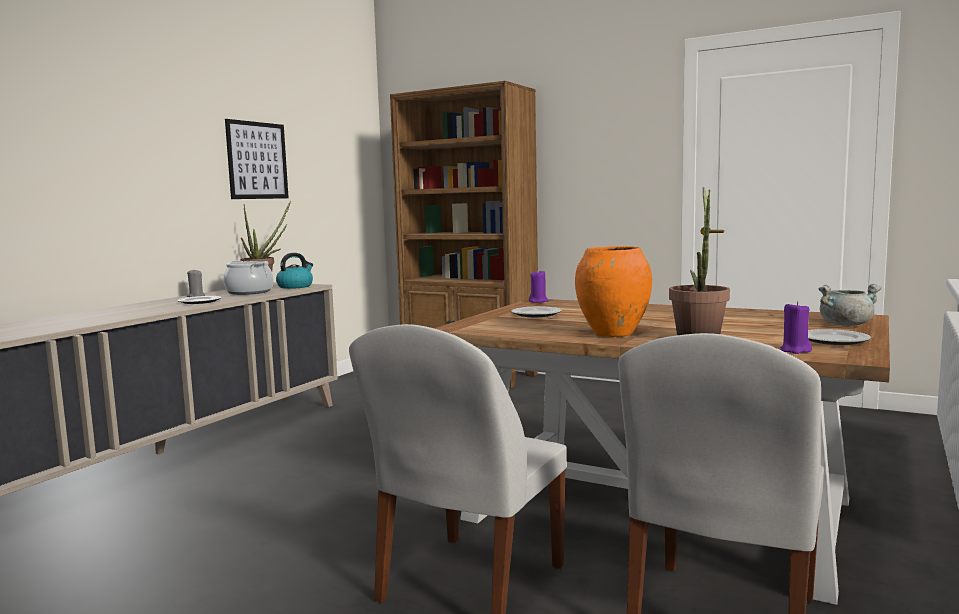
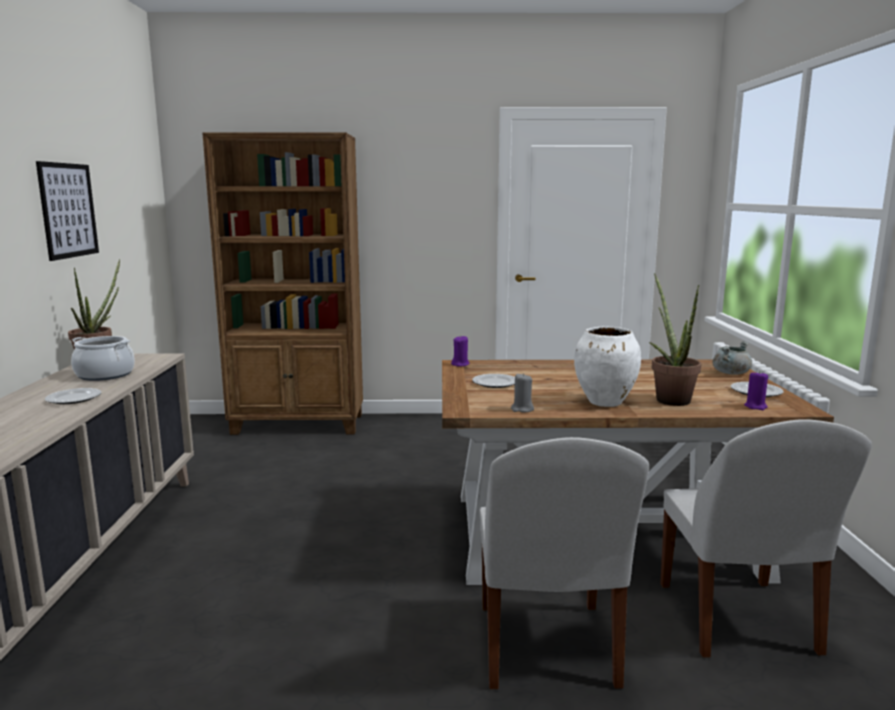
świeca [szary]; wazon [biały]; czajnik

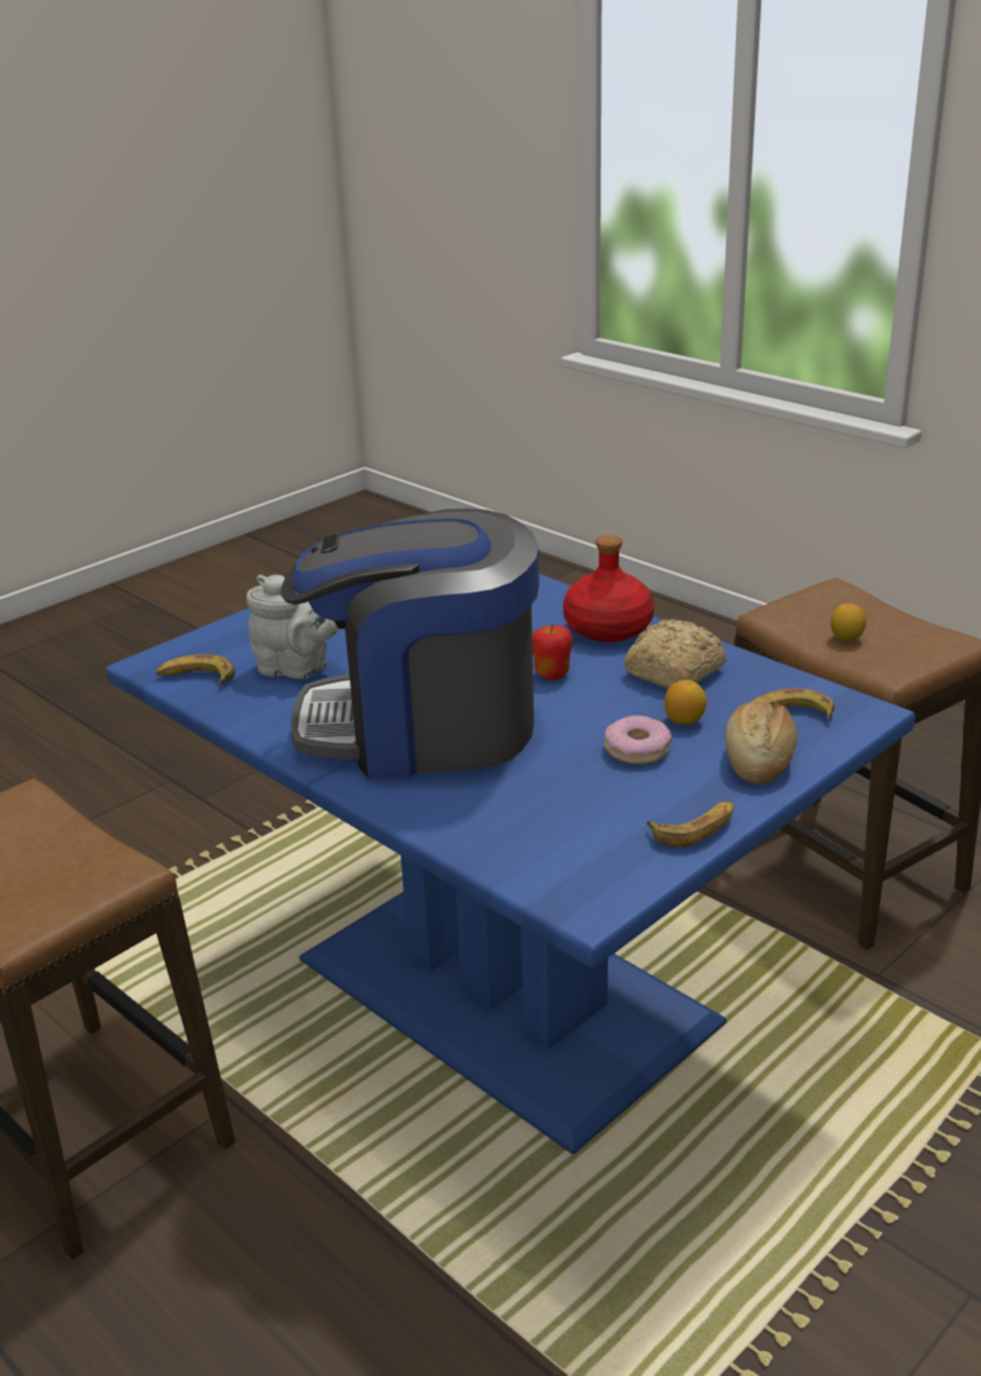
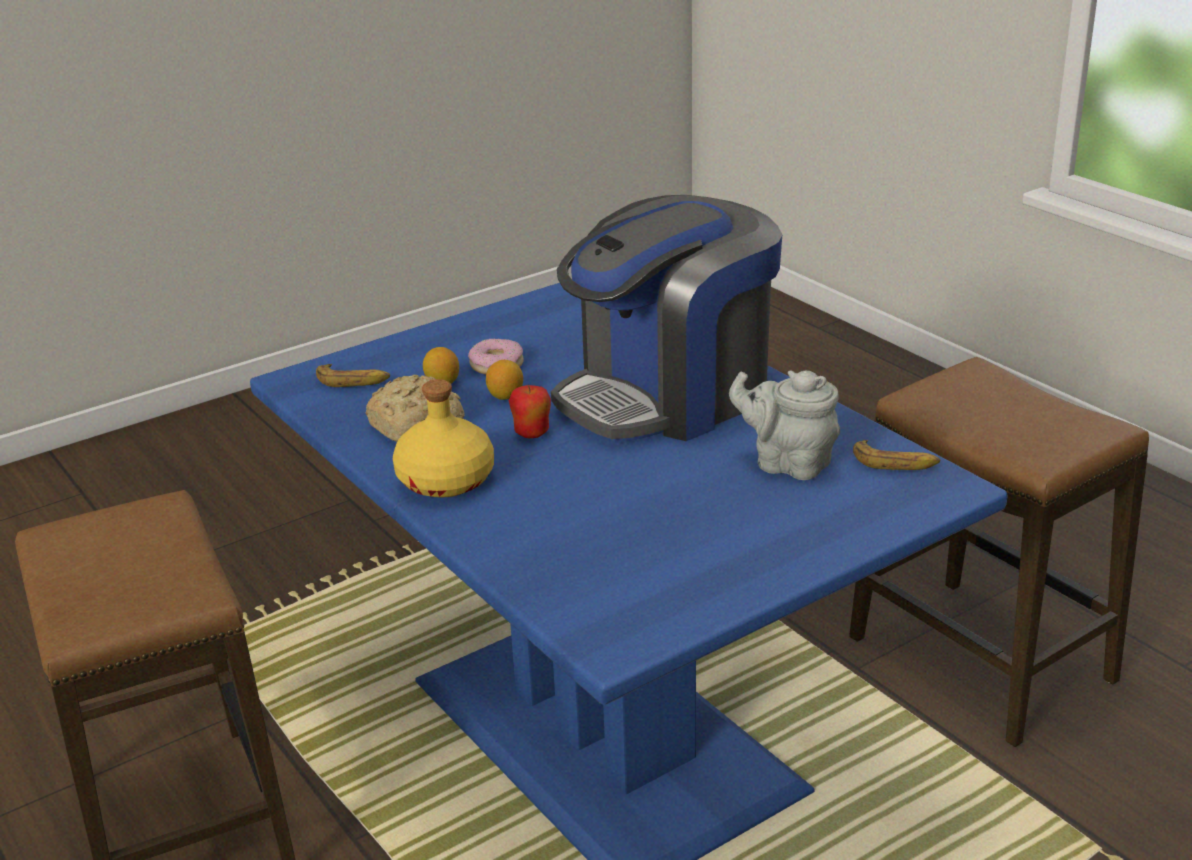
butelka [żółty]; cytryna (no. 2 from left); ekspres do kawy; banan (no. 2 from left in the first image); chleb (no. 2 from left in the first image)

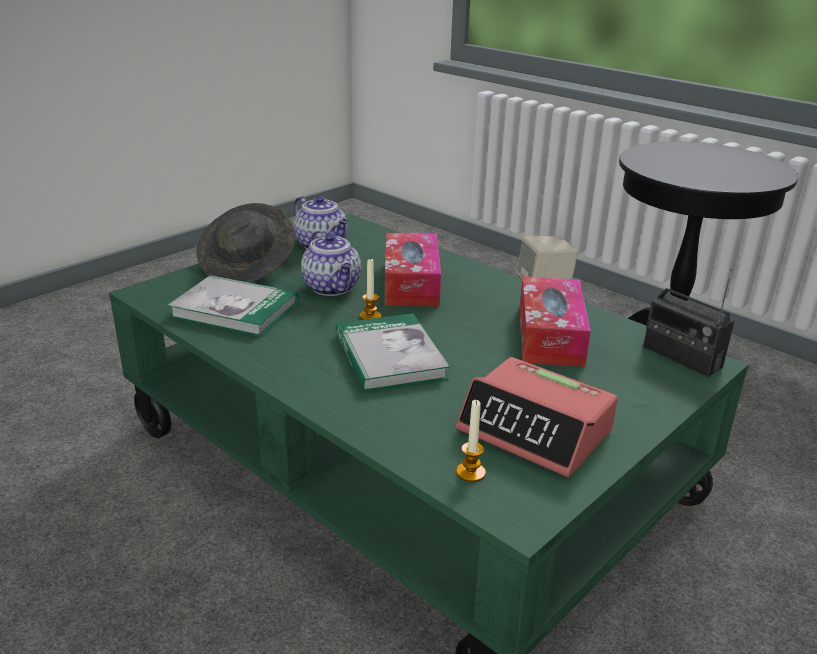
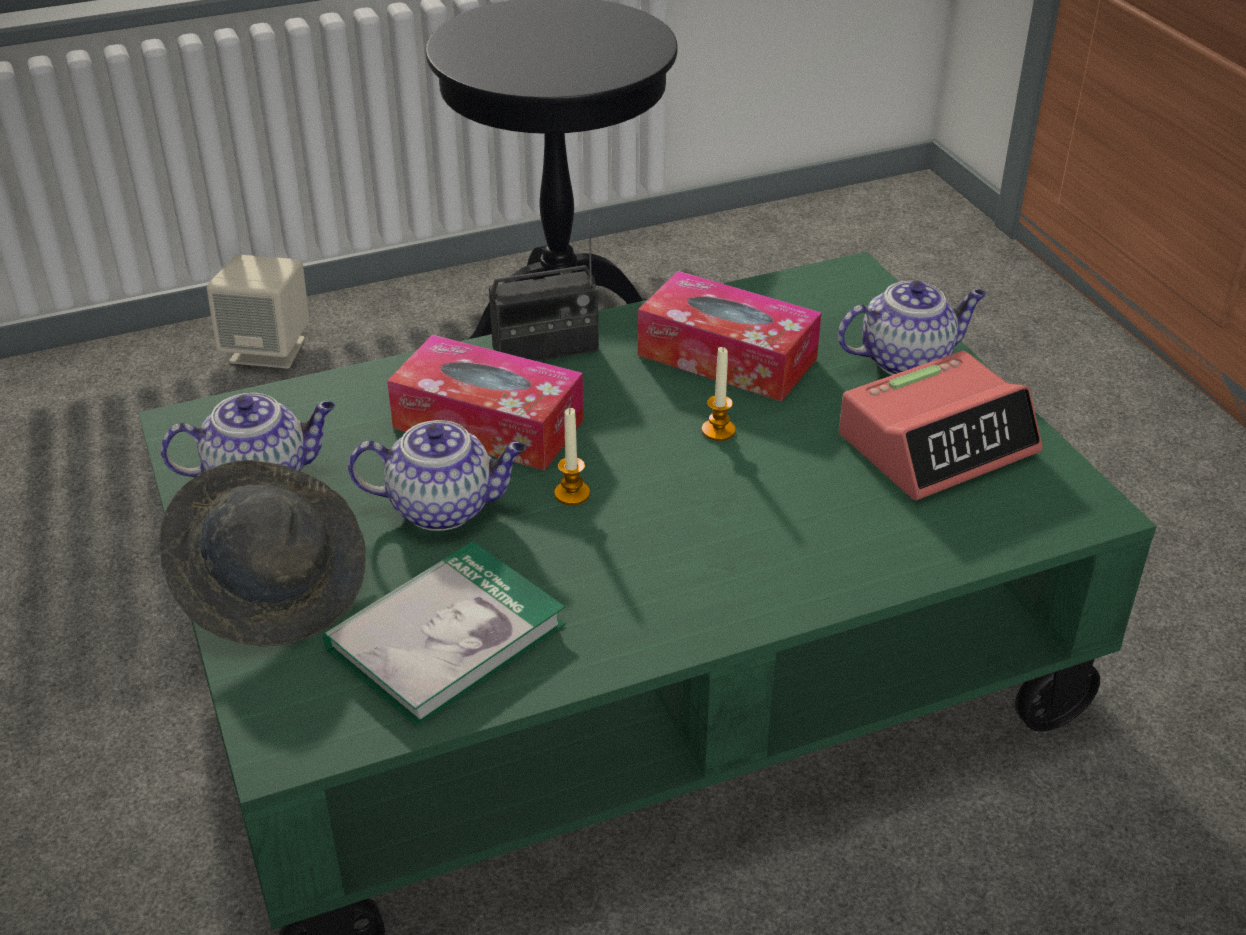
radio; świeca (no. 2 from left); imbryk (no. 3 from left); książka (no. 2 from left in the first image)

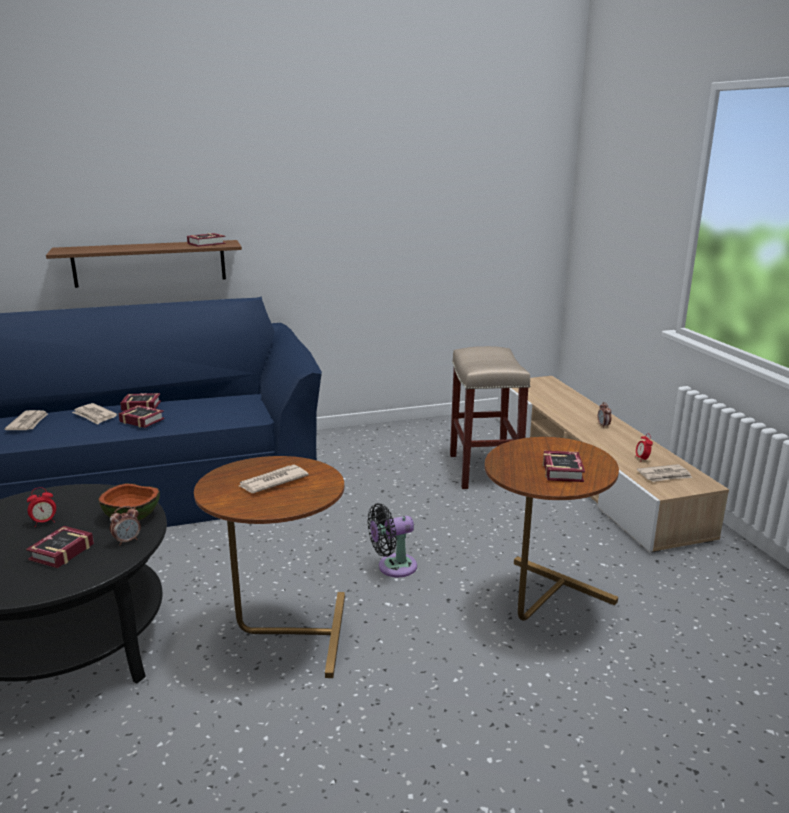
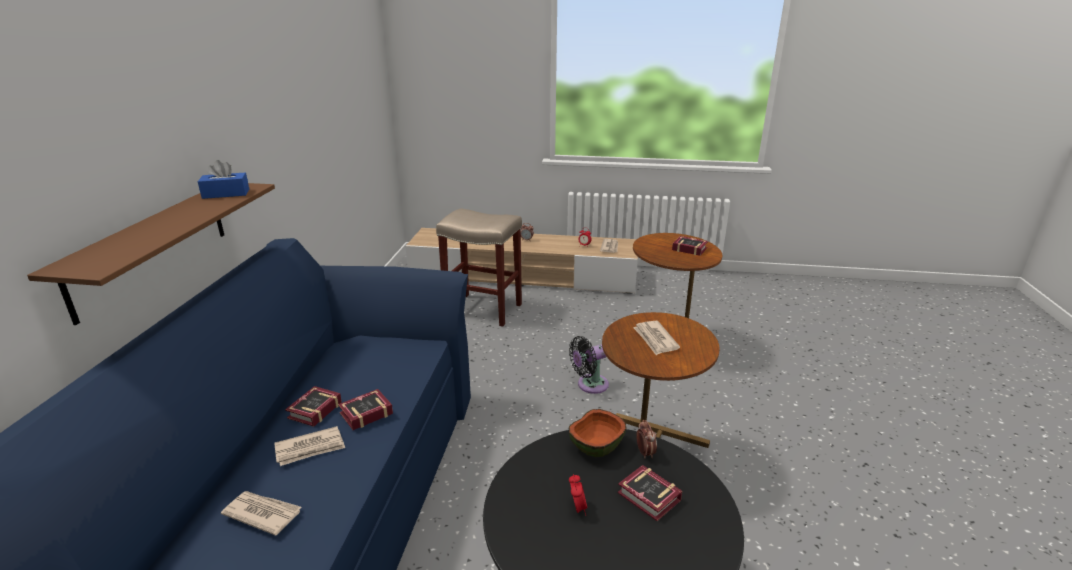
pudełko chusteczek [niebieski]; wentylator [czarny]

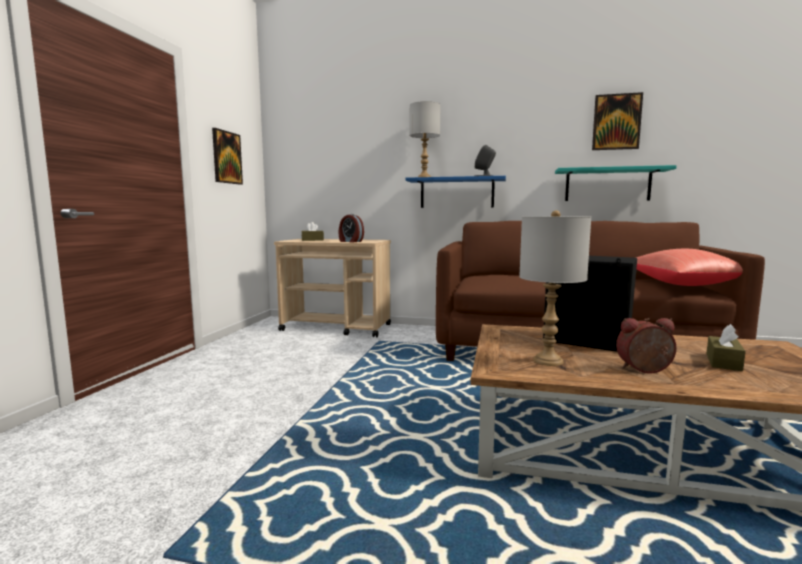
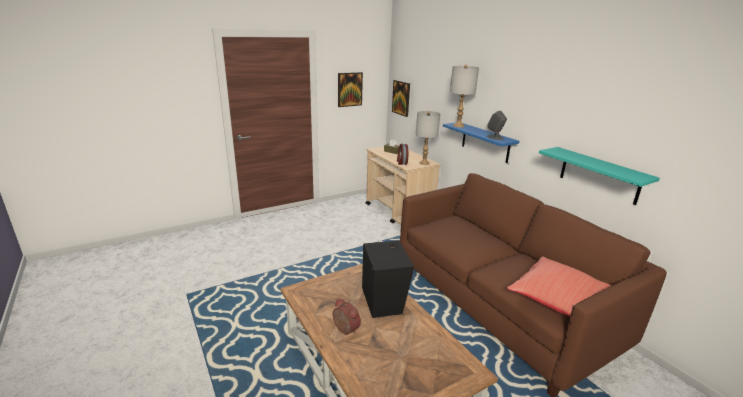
obraz (no. 2 from left); lampa stołowa [szary] (no. 1 from left); pudełko chusteczek [brązowy] (no. 2 from left in the first image)

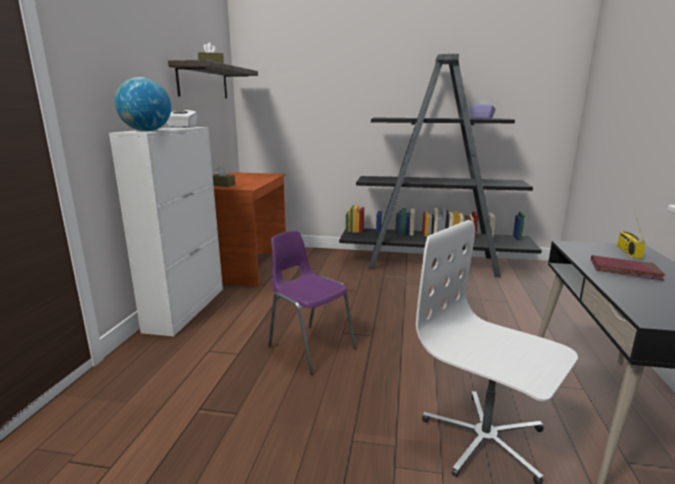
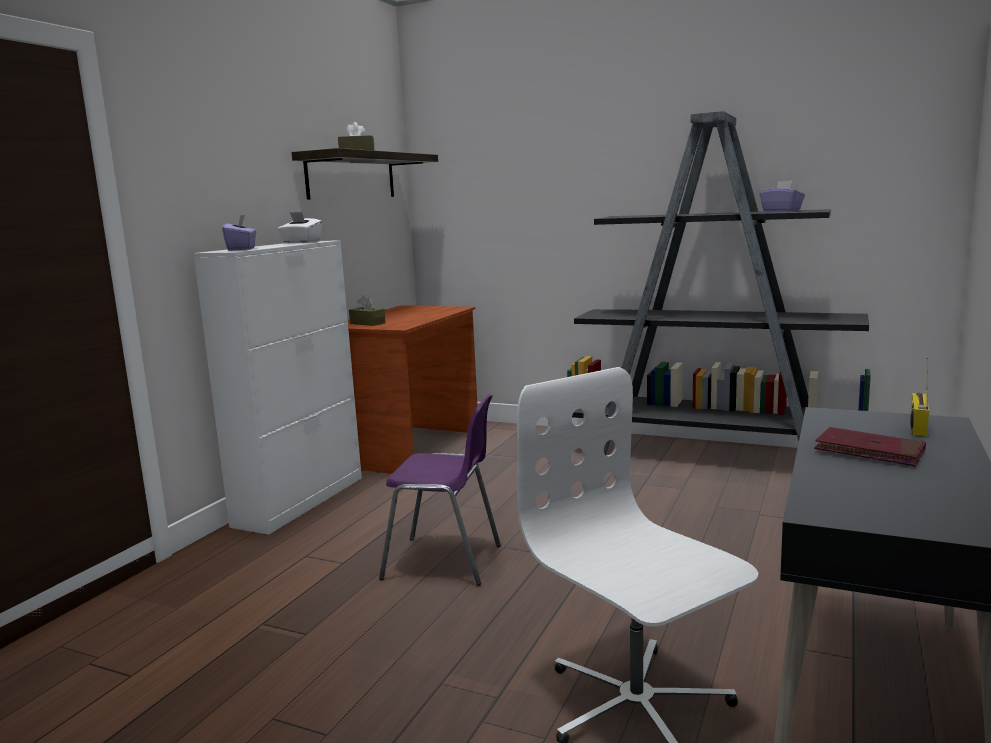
pudełko chusteczek [fioletowy] (no. 1 from left); krzesło [fioletowy]

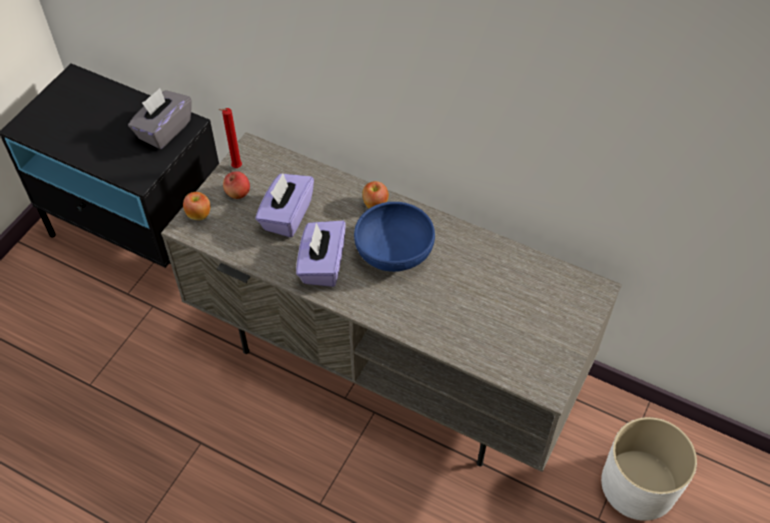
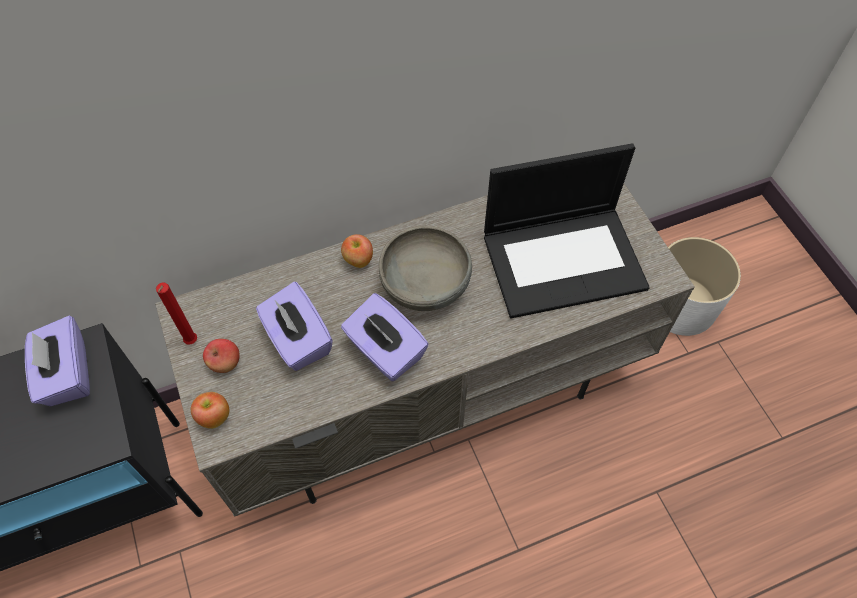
pudełko chusteczek [fioletowy] (no. 1 from left); miska [szary]; laptop

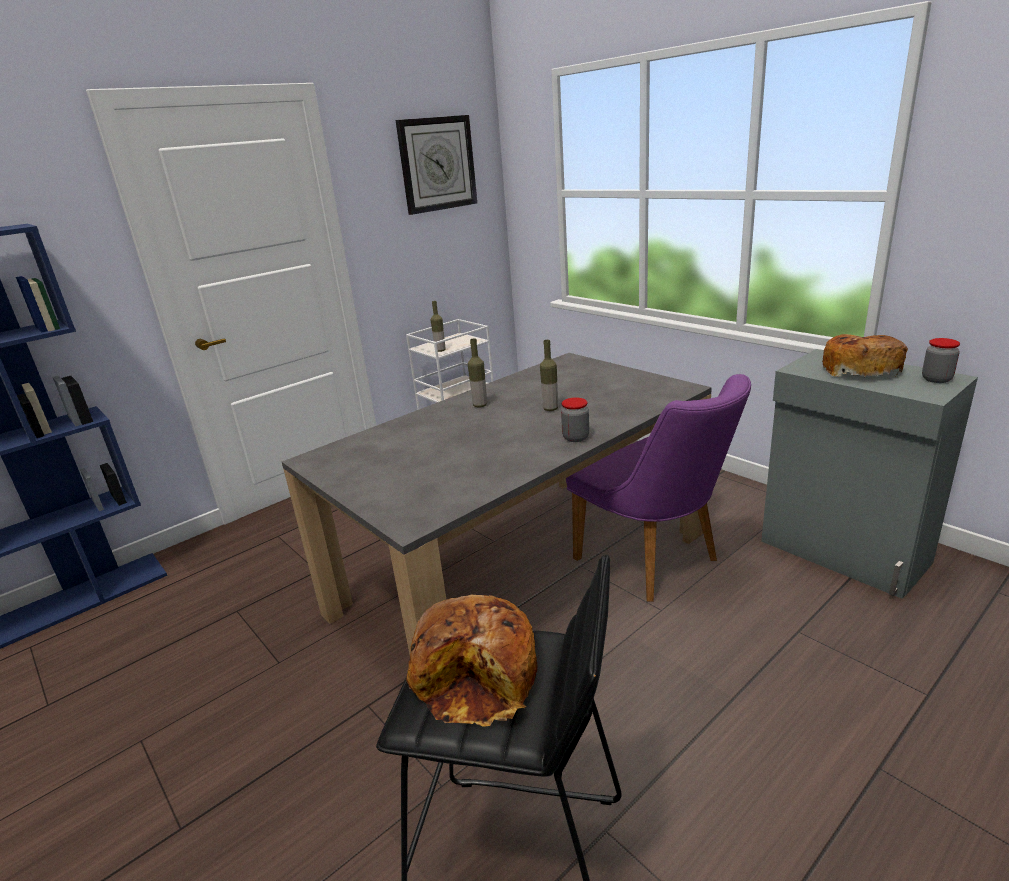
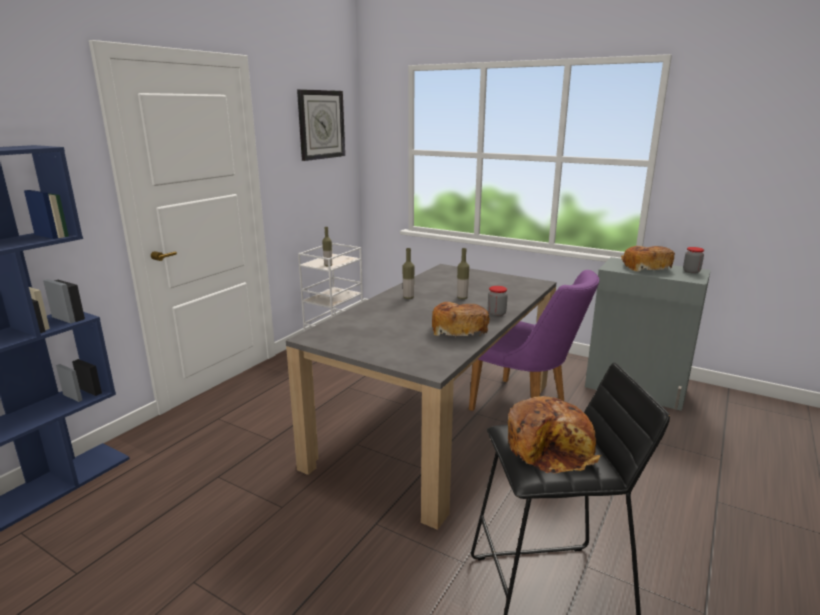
chleb (no. 1 from left)

